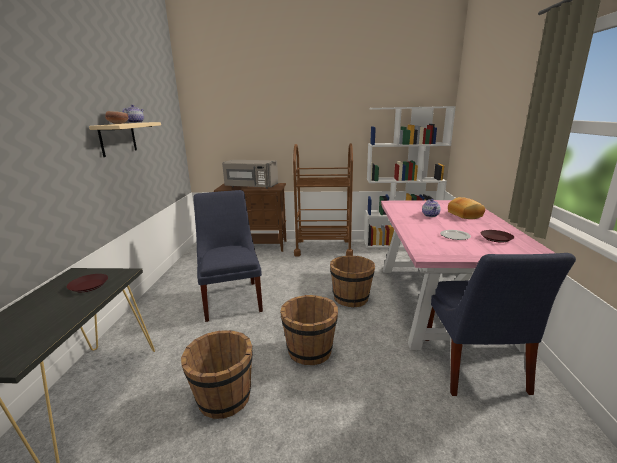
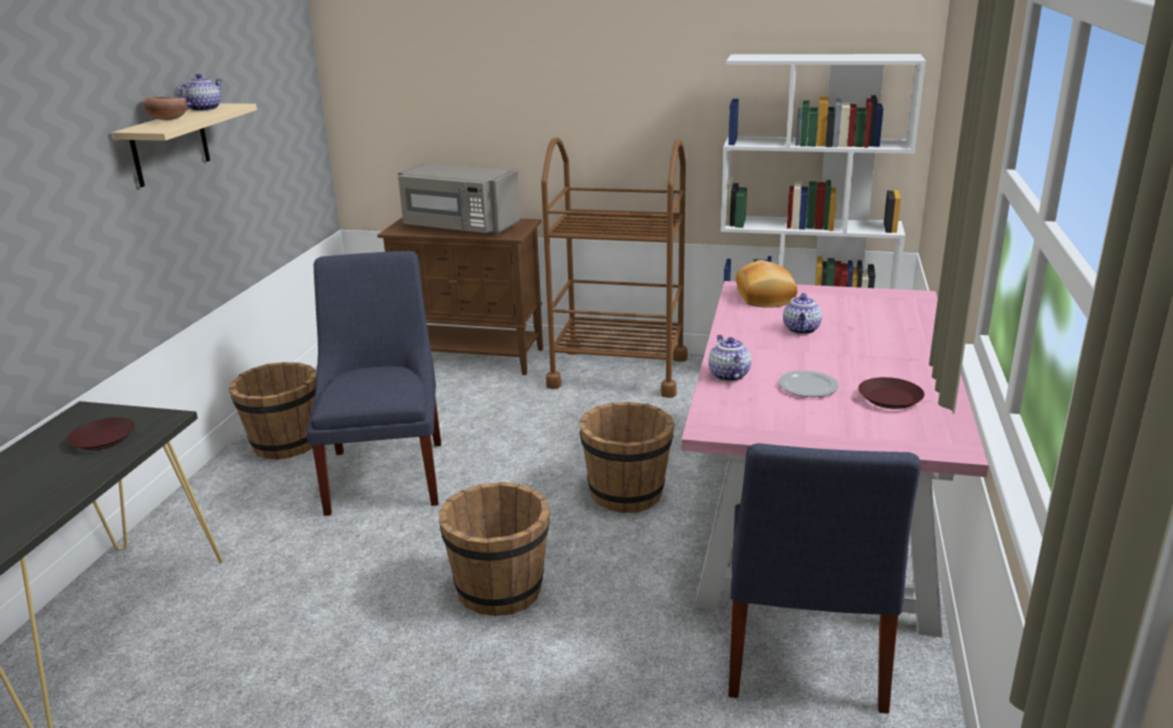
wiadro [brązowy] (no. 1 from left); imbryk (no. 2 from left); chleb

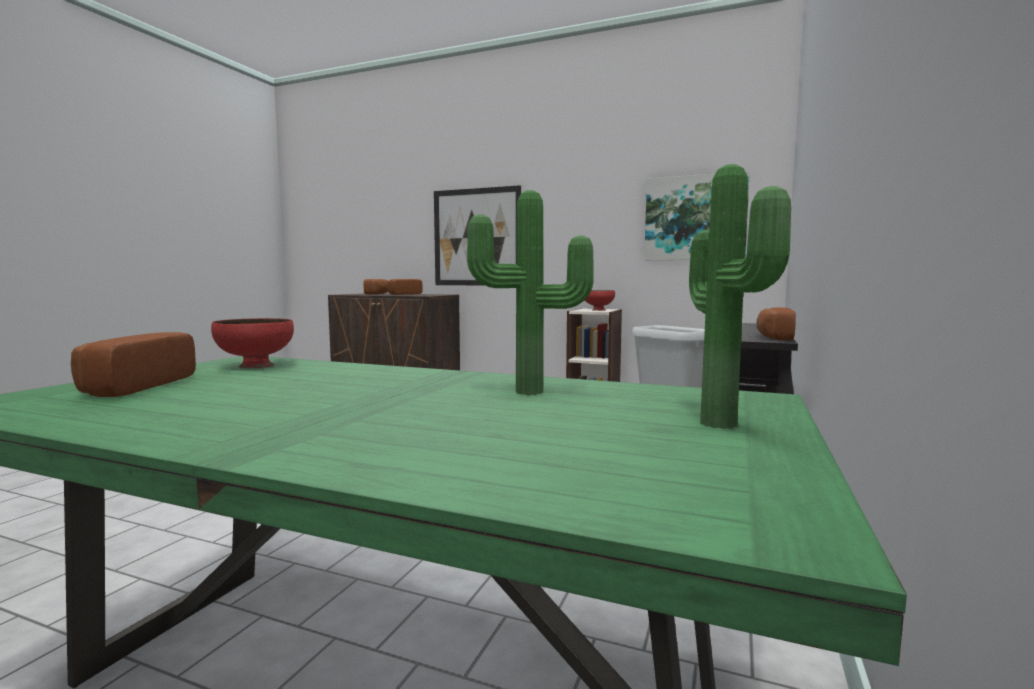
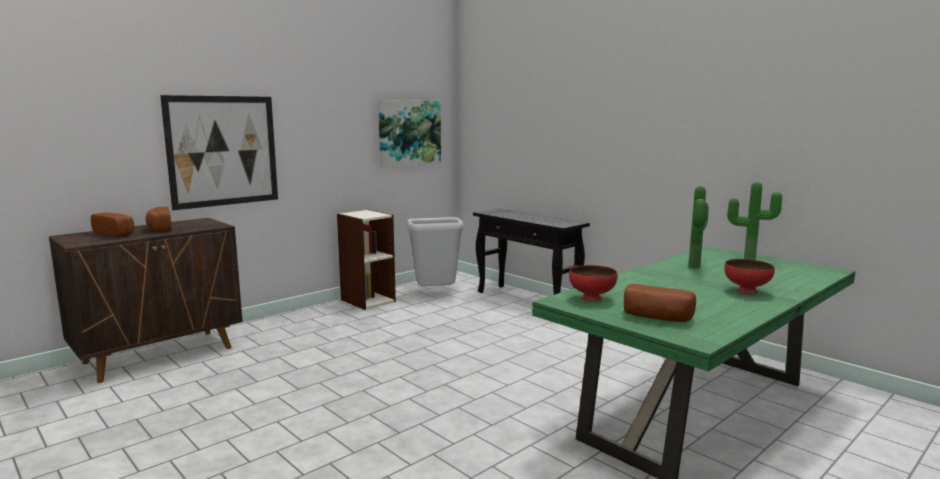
miska [czerwony] (no. 2 from left); chleb (no. 4 from left in the first image)

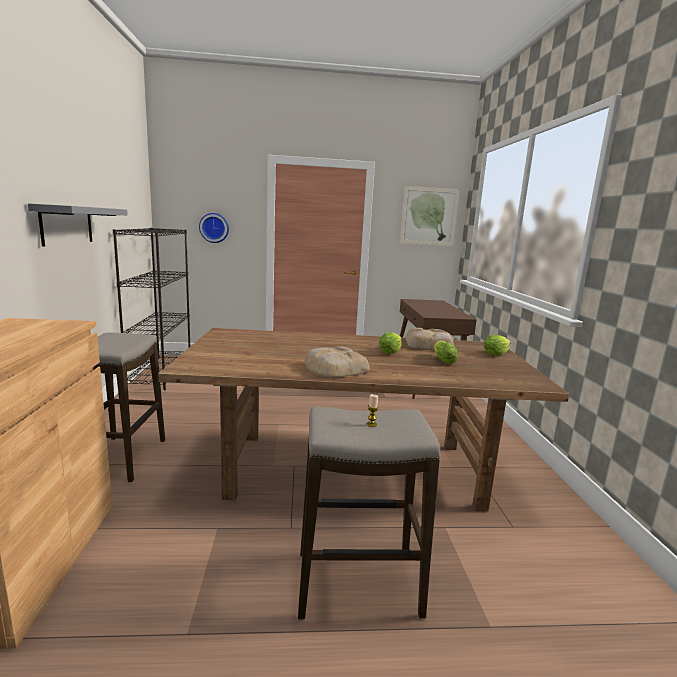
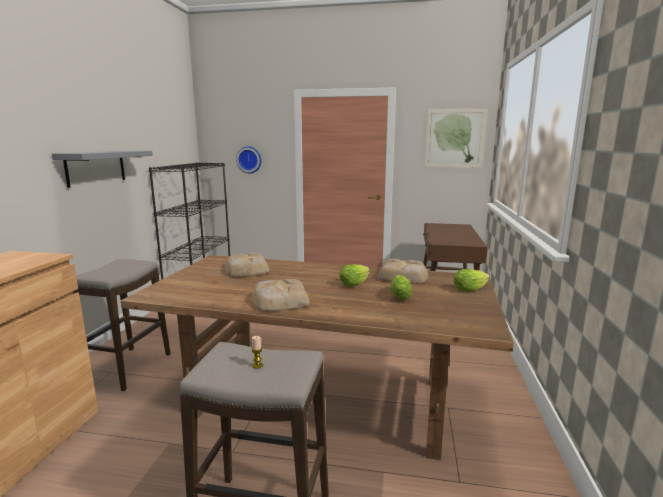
chleb (no. 1 from left)

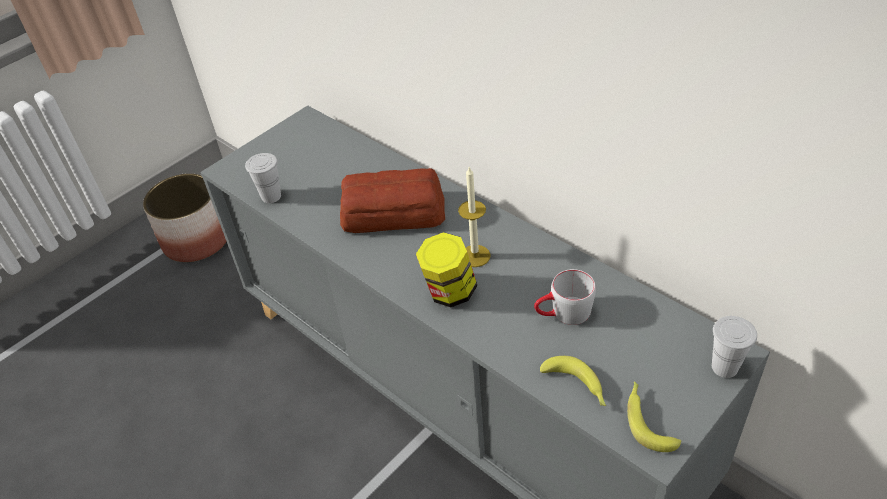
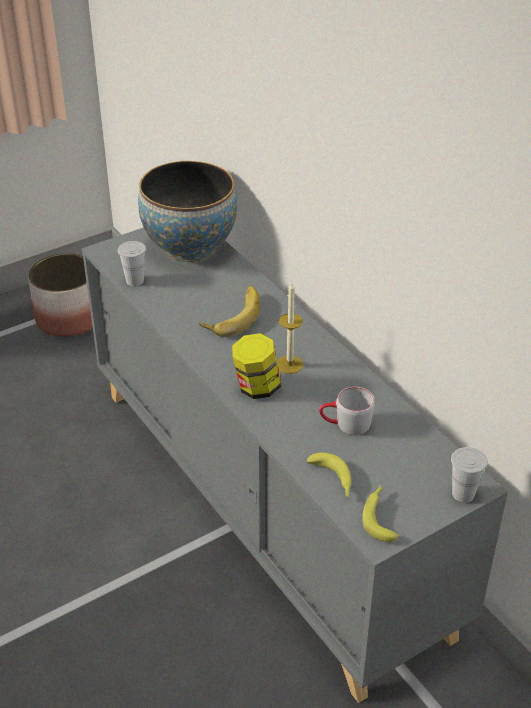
miska; banan (no. 1 from left)

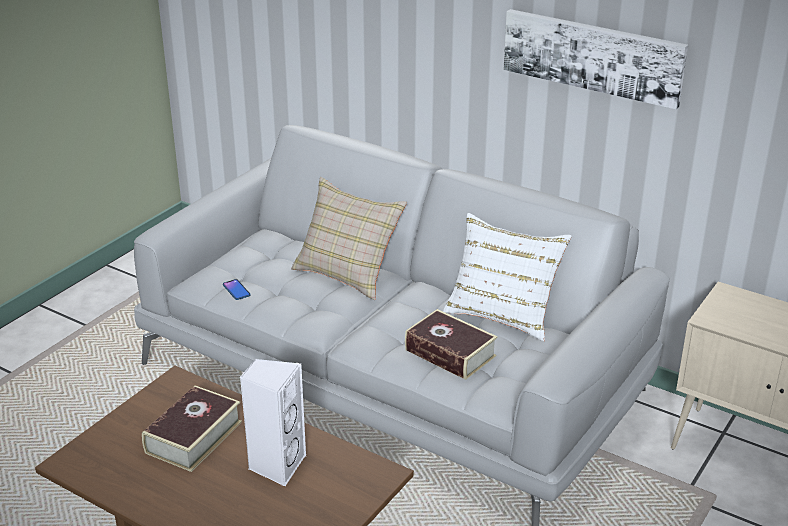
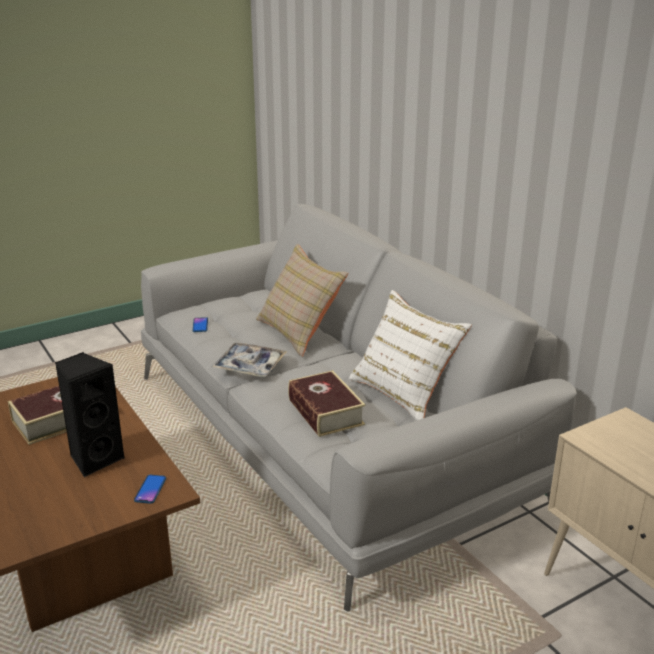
głośnik [czarny]; telefon (no. 1 from left); taca; obraz

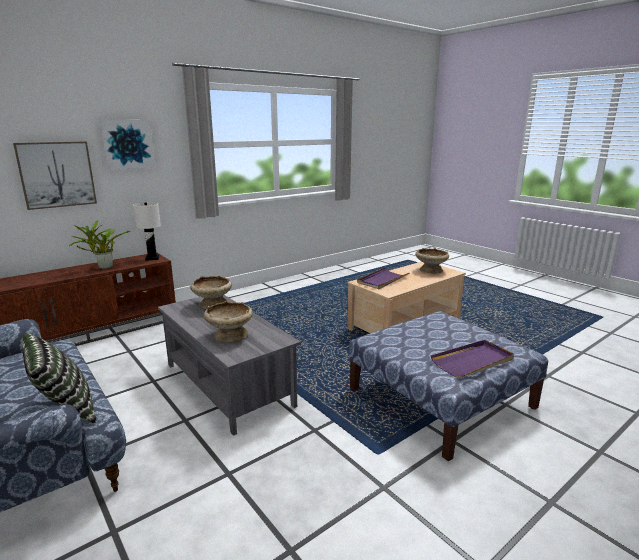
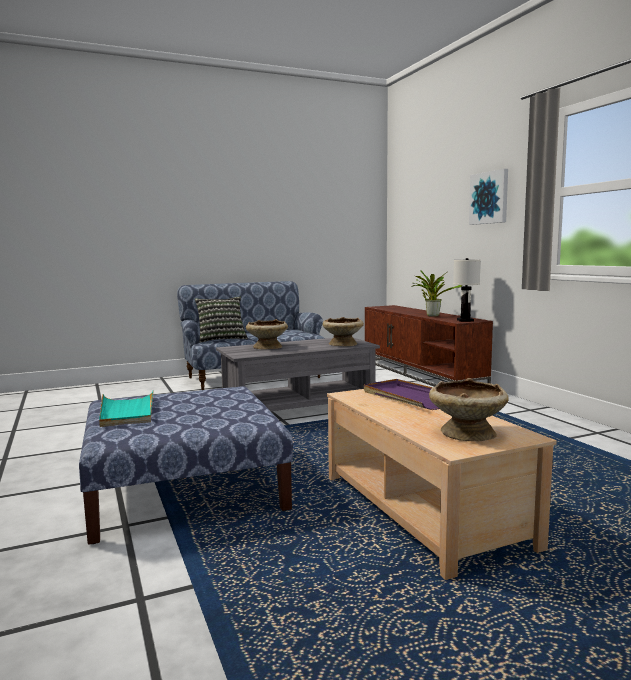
taca [turkusowy]; obraz (no. 1 from left in the first image)

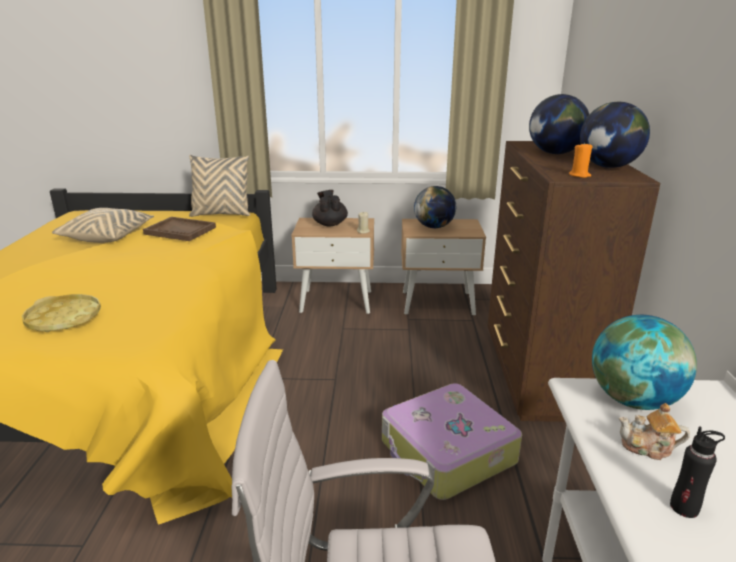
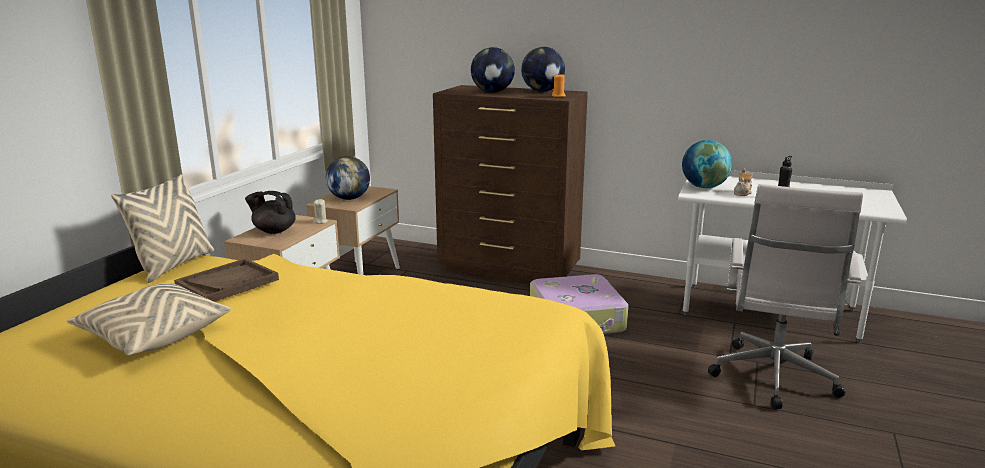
taca [żółty]

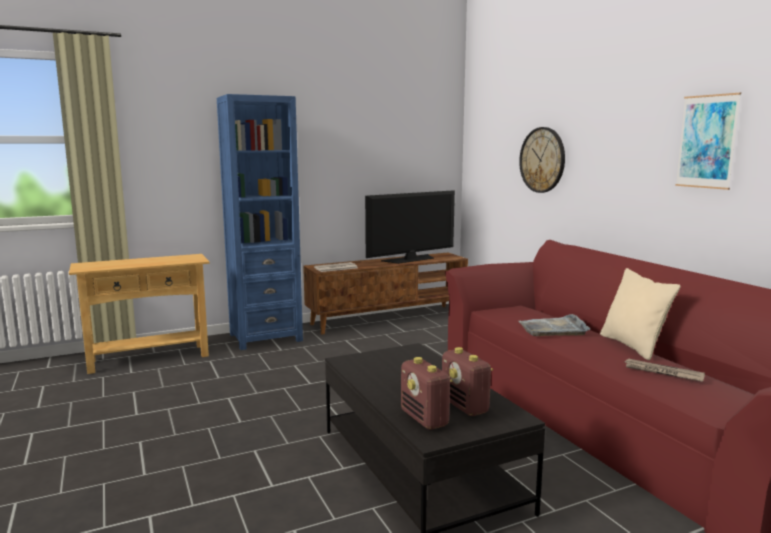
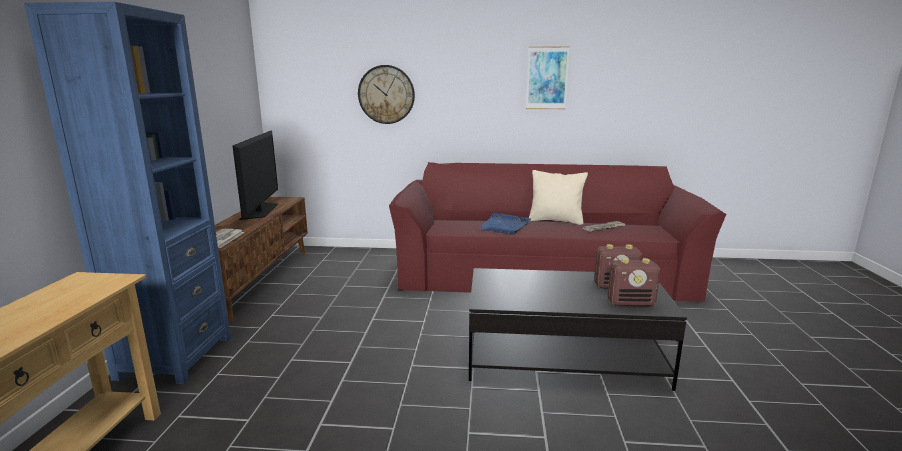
taca [niebieski]

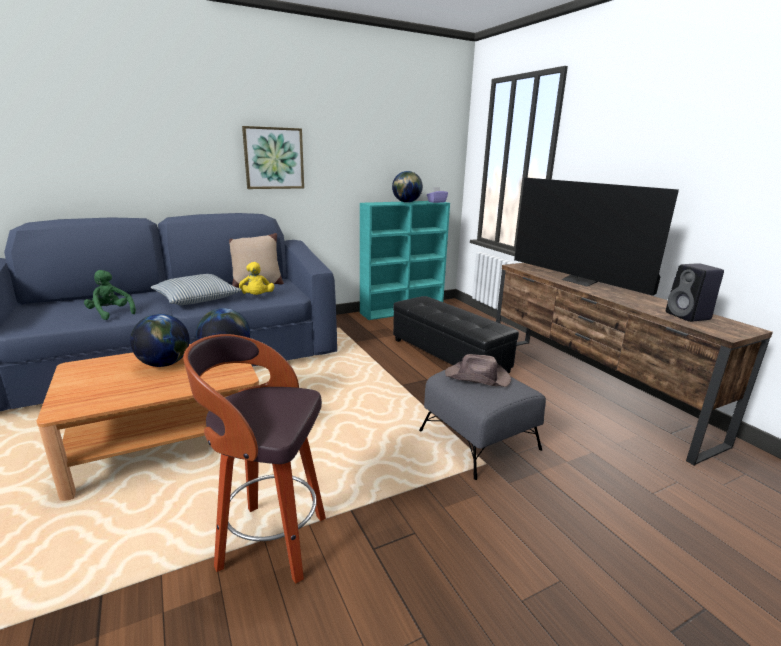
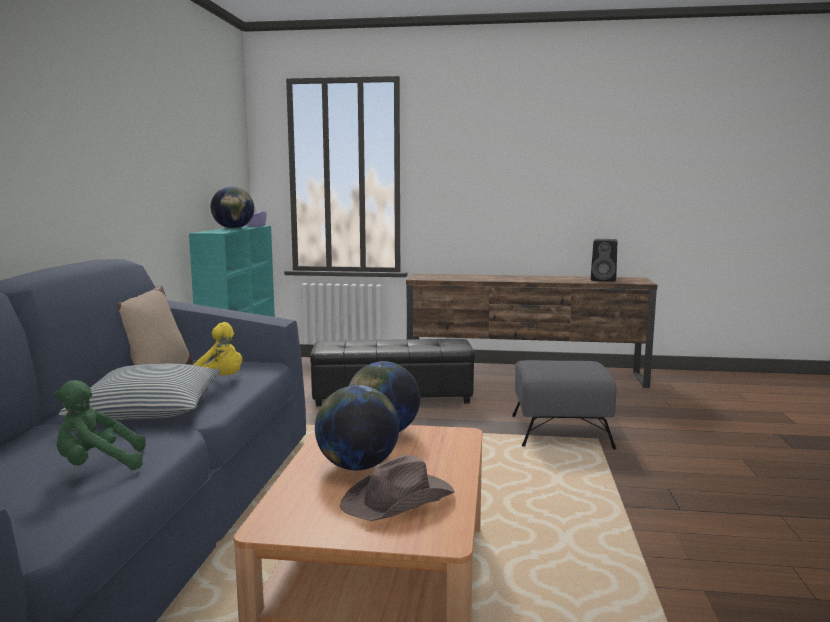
kapelusz [brązowy]; stołek; obraz; telewizor

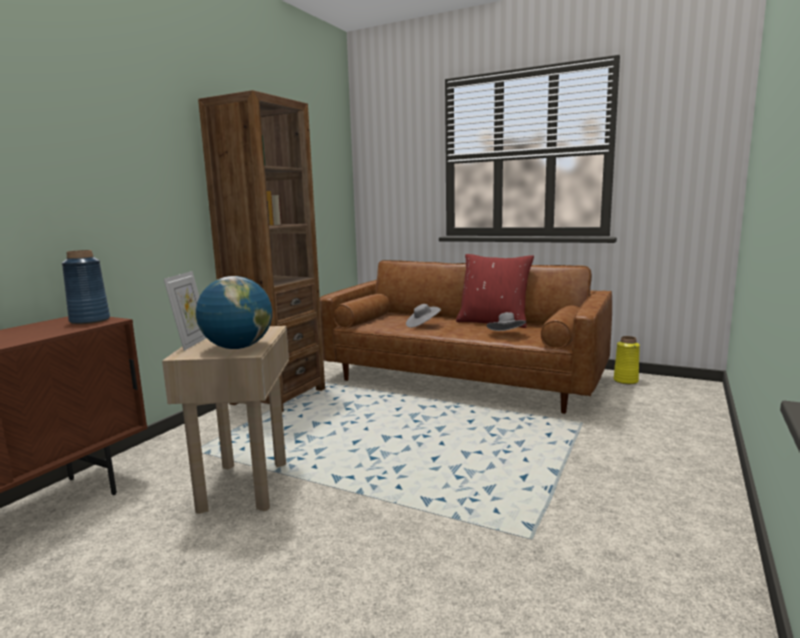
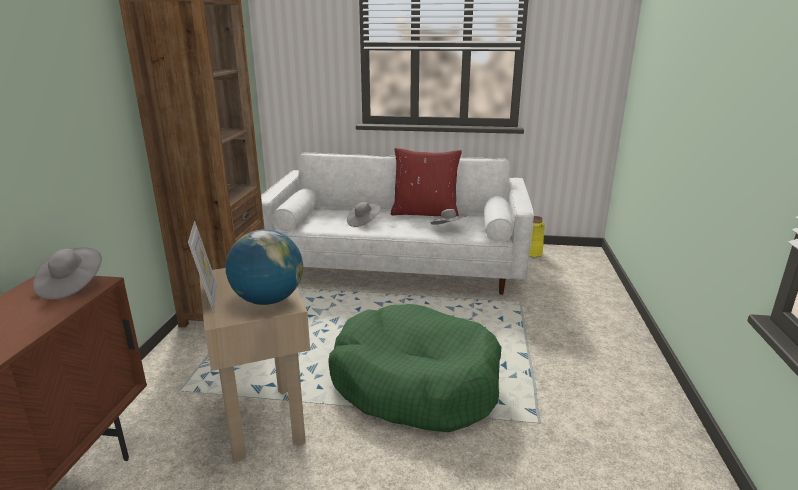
kapelusz [szary] (no. 1 from left); kanapa [biały]; legowisko [zielony]

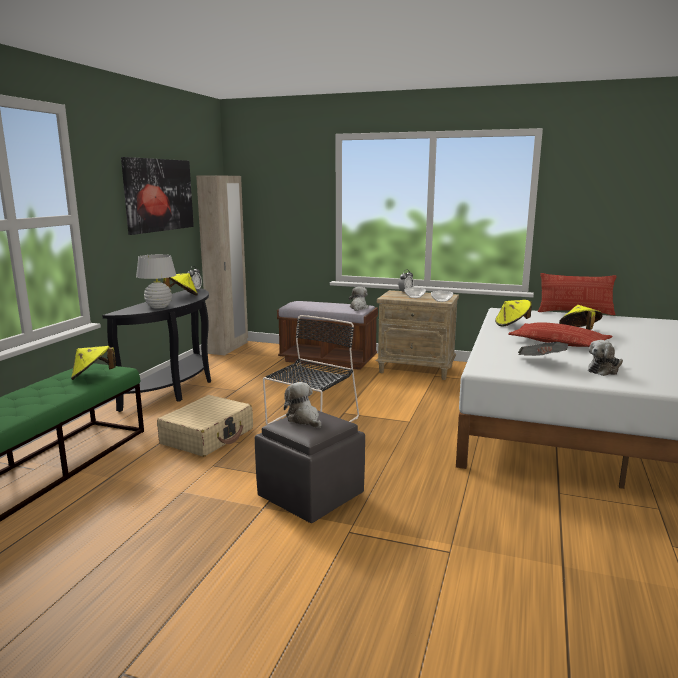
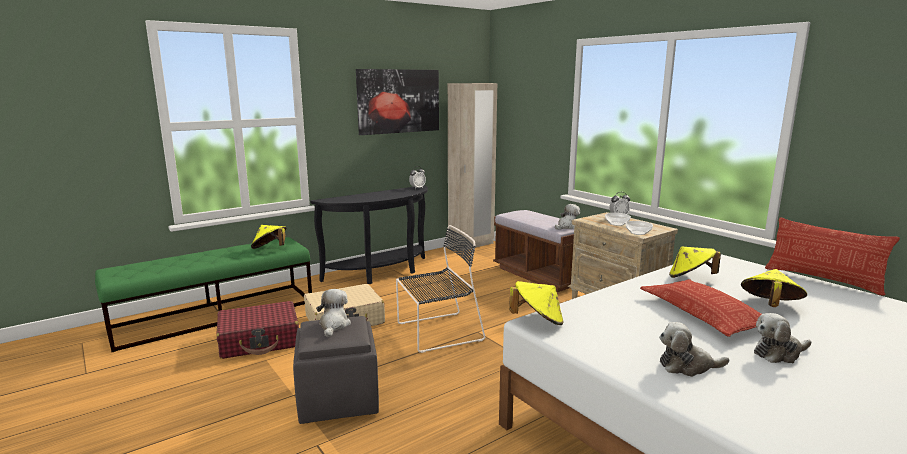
walizka [czerwony]; kapelusz [żółty] (no. 2 from left); pluszak (no. 4 from left); lampa stołowa [biały]; gazeta

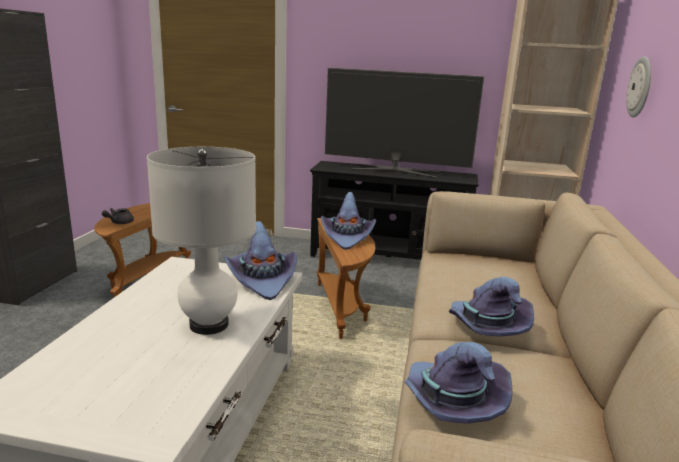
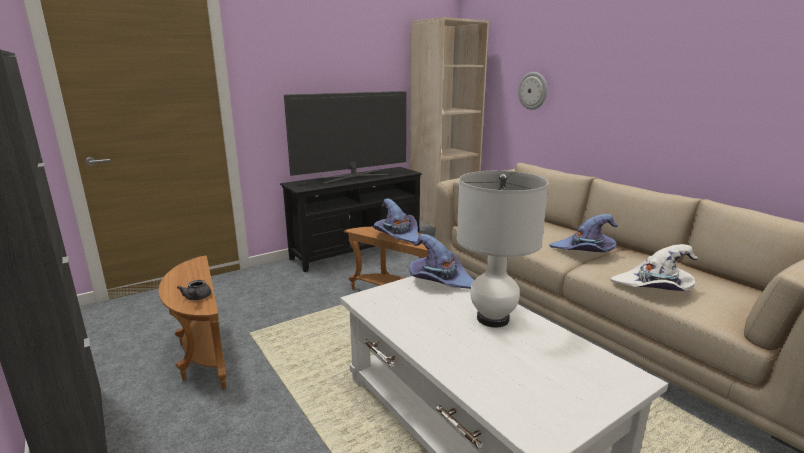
kapelusz [biały]

